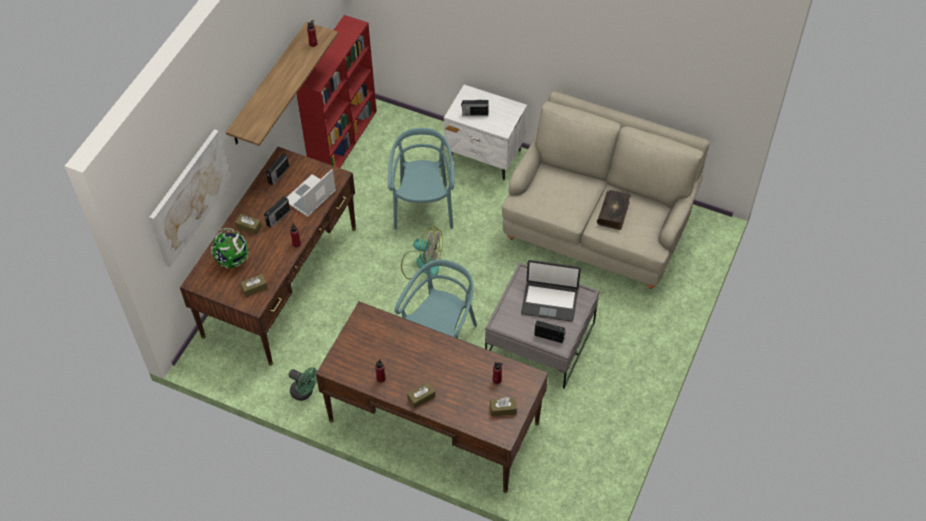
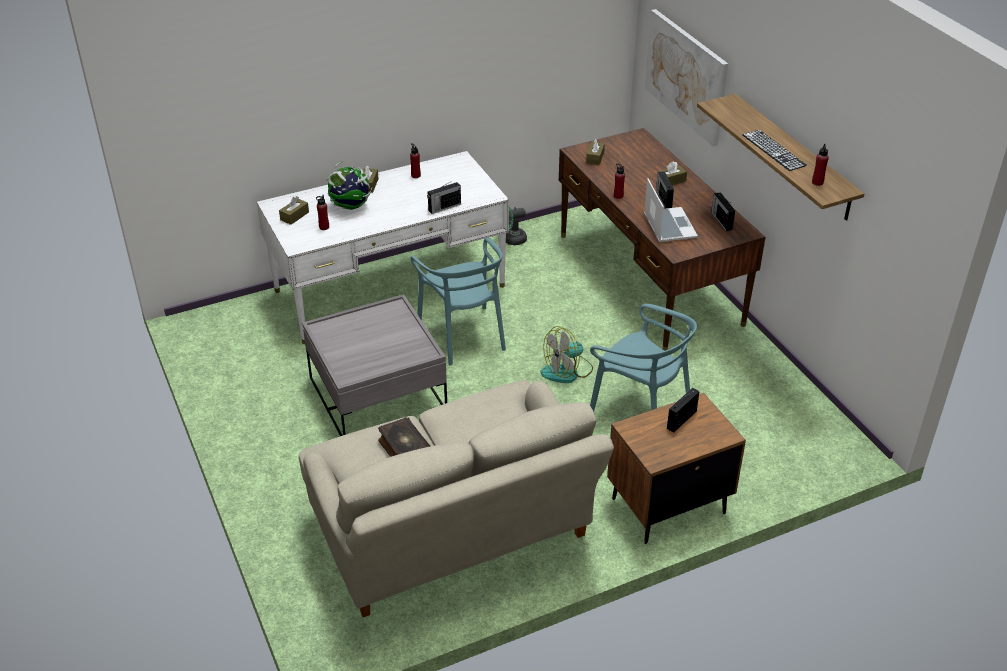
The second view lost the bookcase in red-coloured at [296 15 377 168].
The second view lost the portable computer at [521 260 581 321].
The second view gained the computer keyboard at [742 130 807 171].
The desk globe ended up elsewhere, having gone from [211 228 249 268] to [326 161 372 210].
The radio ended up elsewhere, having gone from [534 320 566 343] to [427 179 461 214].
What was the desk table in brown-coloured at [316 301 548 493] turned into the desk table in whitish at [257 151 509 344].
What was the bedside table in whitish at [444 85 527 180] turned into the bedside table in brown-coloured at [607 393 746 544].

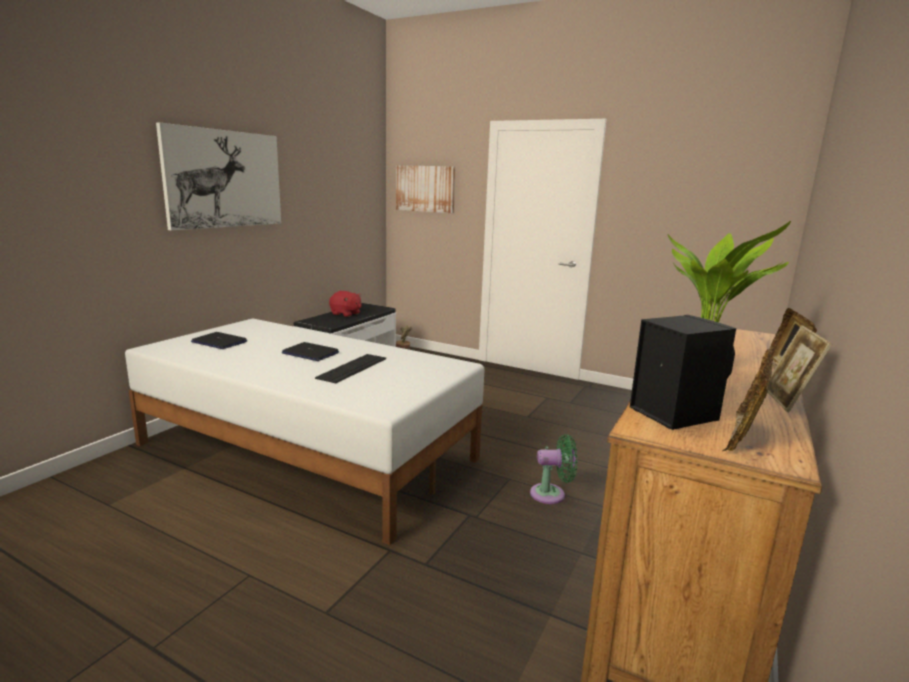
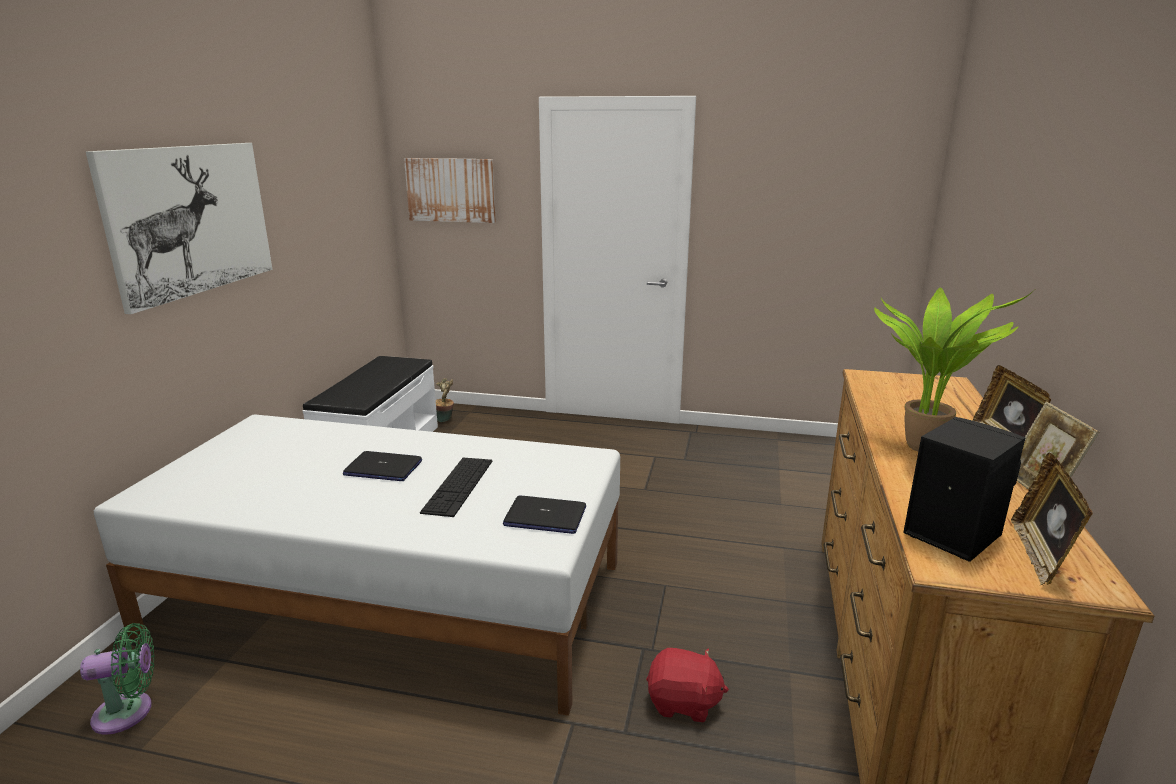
The portable computer ended up elsewhere, having gone from [191 332 247 349] to [503 496 586 534].
The plush toy in red-coloured ended up elsewhere, having gone from [329 291 362 317] to [646 648 729 722].
The cooling fan in green ended up elsewhere, having gone from [530 434 577 504] to [80 623 155 735].

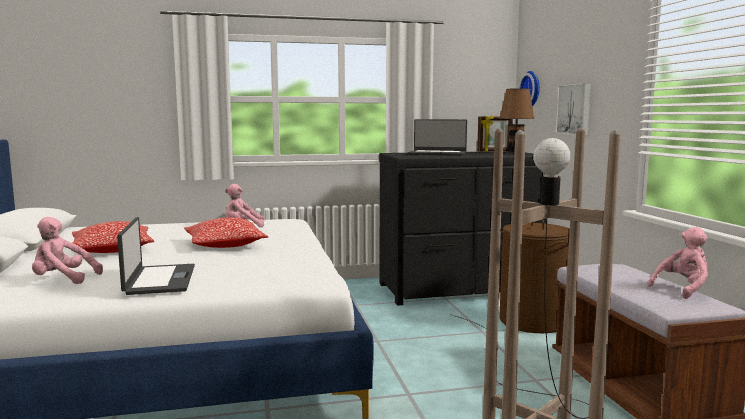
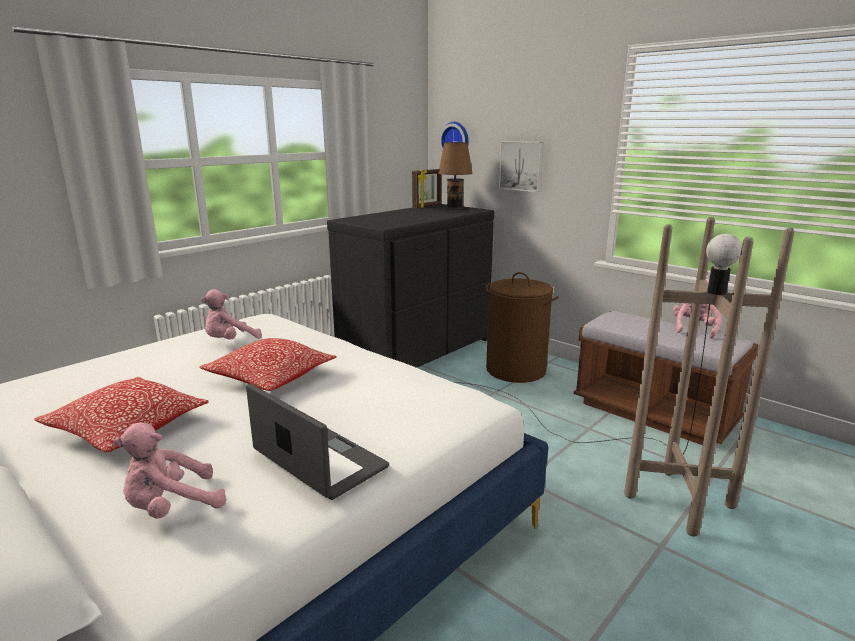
The second view lost the portable computer at [407 119 467 156].

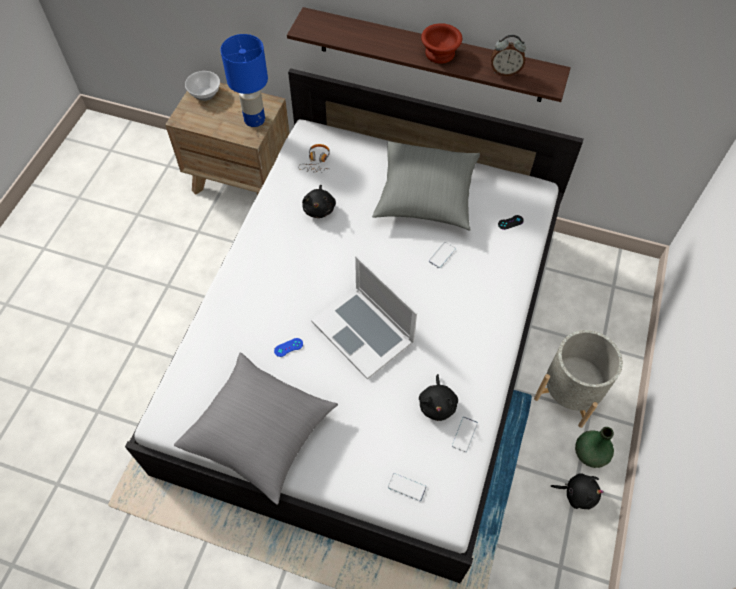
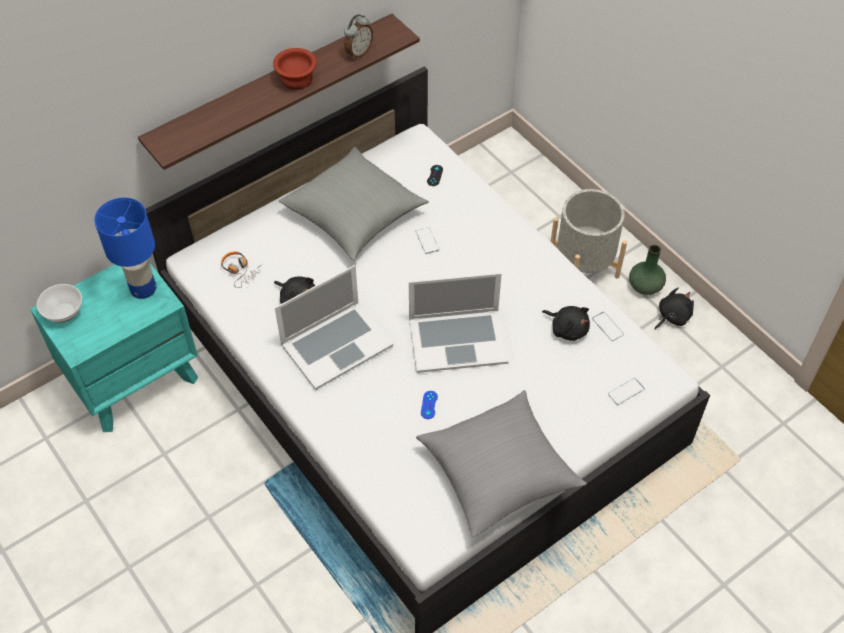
The second view gained the portable computer at [275 265 393 390].
What was the bedside table in brown-coloured at [165 83 290 195] turned into the bedside table in turquoise-coloured at [30 262 198 432].

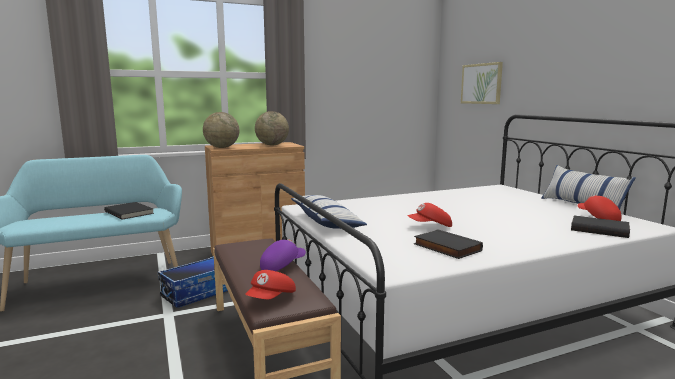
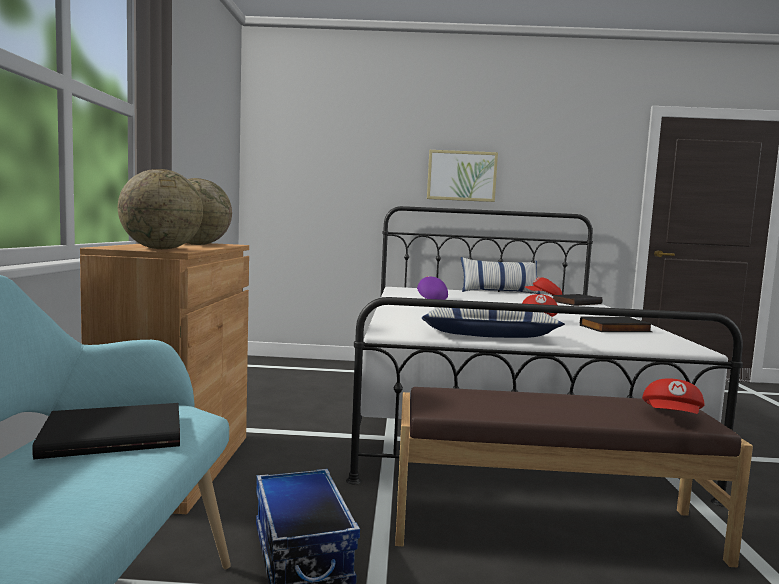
The baseball cap in purple ended up elsewhere, having gone from [260 239 306 271] to [417 276 448 300].
The wall picture ended up elsewhere, having gone from [461 62 503 104] to [427 150 498 202].
The baseball cap in red-coloured at [245 270 296 299] ended up facing another way, 60 degrees clockwise from before.

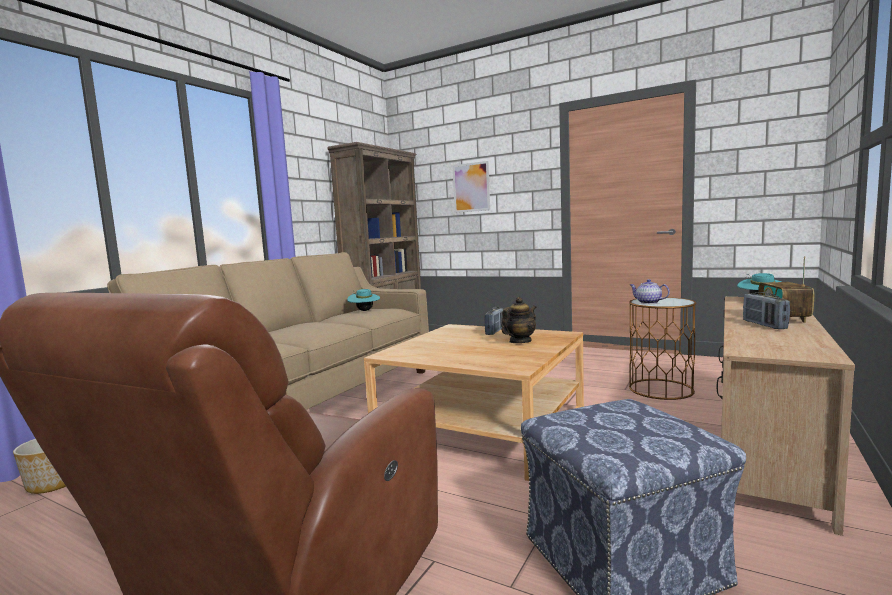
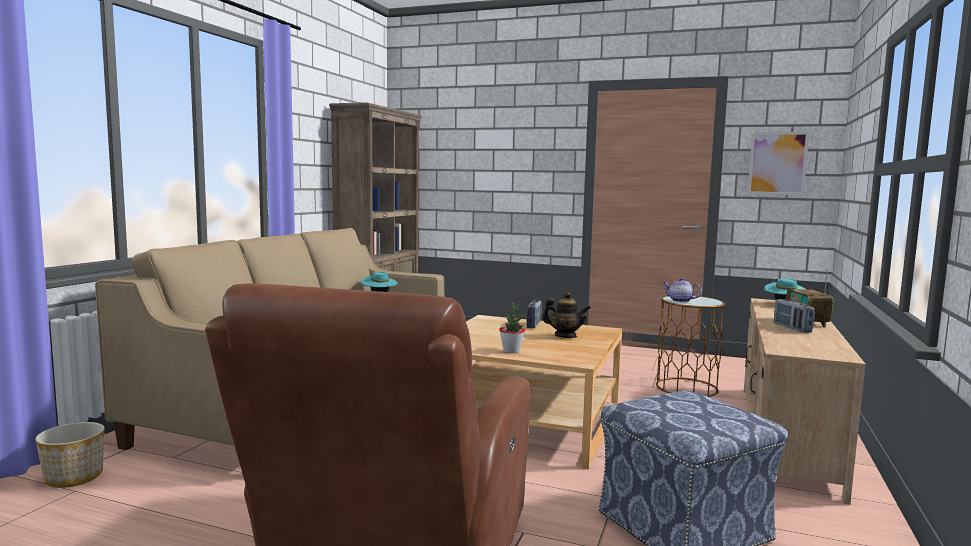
The second view gained the houseplant at [499 302 525 353].
The wall picture ended up elsewhere, having gone from [452 161 490 213] to [747 132 809 195].
The tea pot at [502 297 537 343] ended up facing another way, 75 degrees clockwise from before.

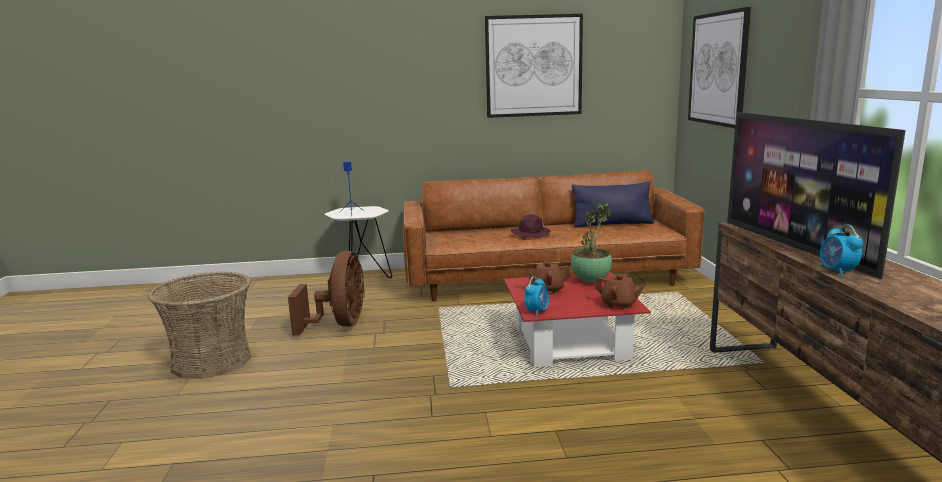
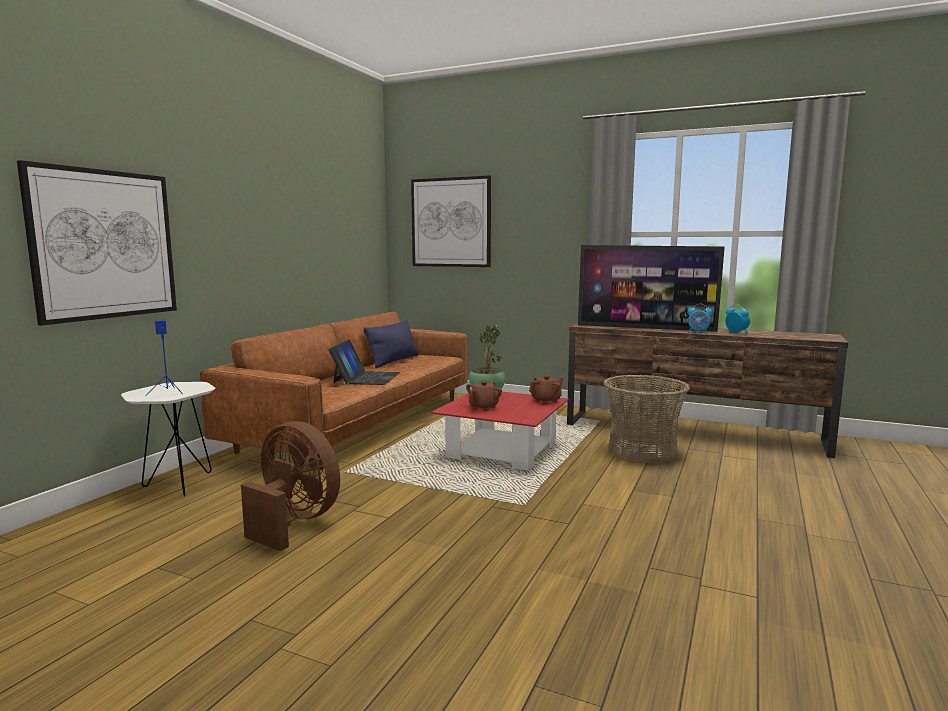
The storage basket ended up elsewhere, having gone from [148 271 251 379] to [603 375 690 463].
The wall picture ended up elsewhere, having gone from [485 14 583 118] to [17 160 177 325].
The alarm clock ended up elsewhere, having gone from [525 276 549 316] to [725 304 750 334].
Where the clothing hat in purple stood at [511 214 551 239], the portable computer came to stand at [328 339 400 385].

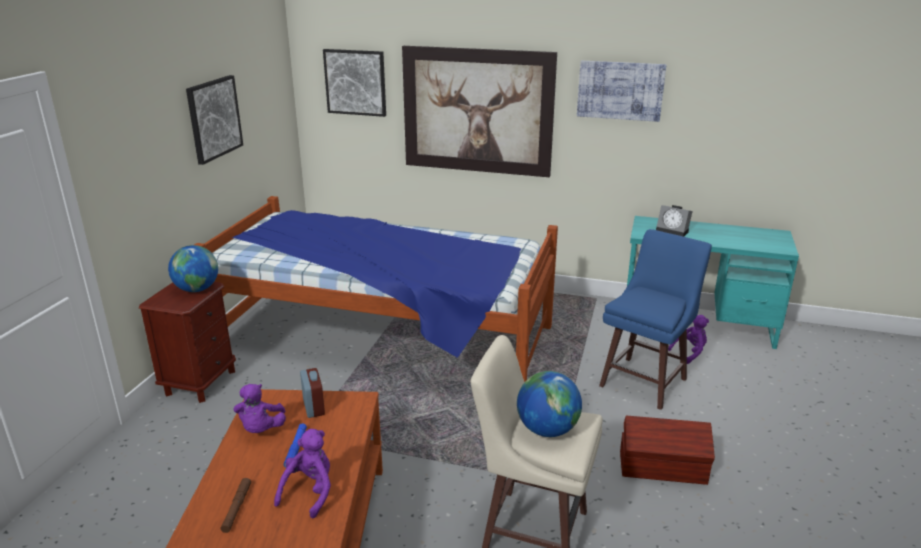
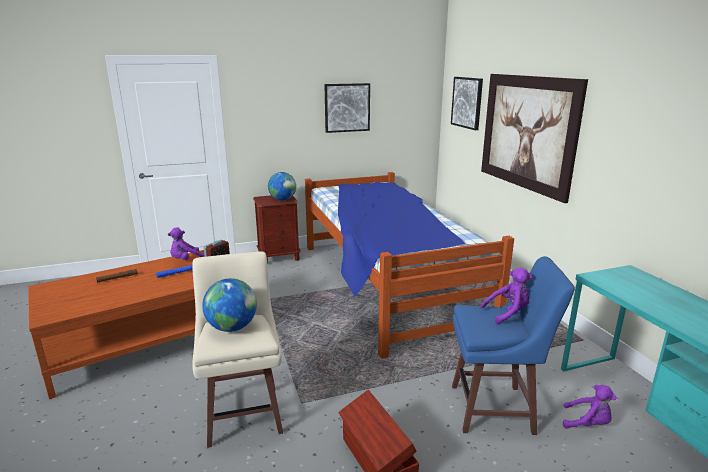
The second view lost the wall picture at [577 61 666 122].
The second view lost the alarm clock at [656 205 693 237].
The plush toy in purple ended up elsewhere, having gone from [274 429 331 518] to [480 268 533 324].

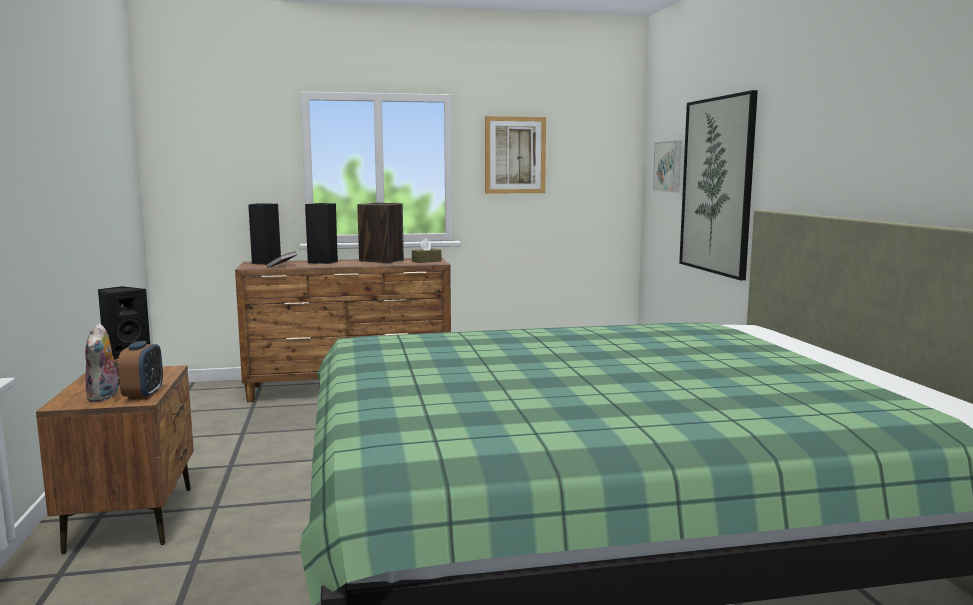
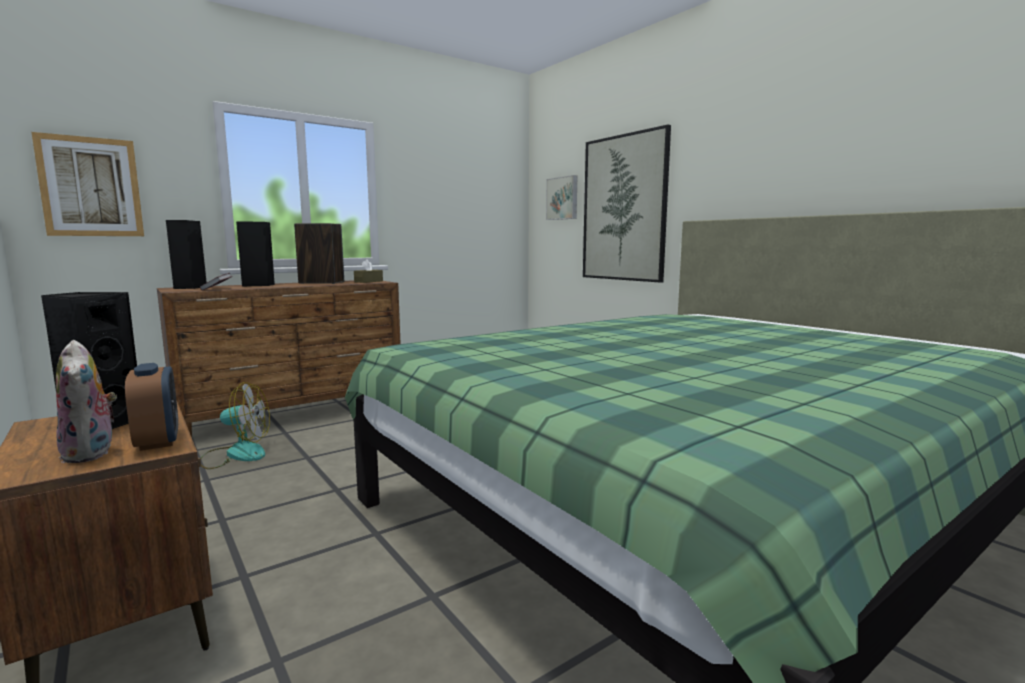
The second view gained the cooling fan at [201 382 270 469].
The wall picture ended up elsewhere, having gone from [485 116 546 194] to [31 132 144 236].

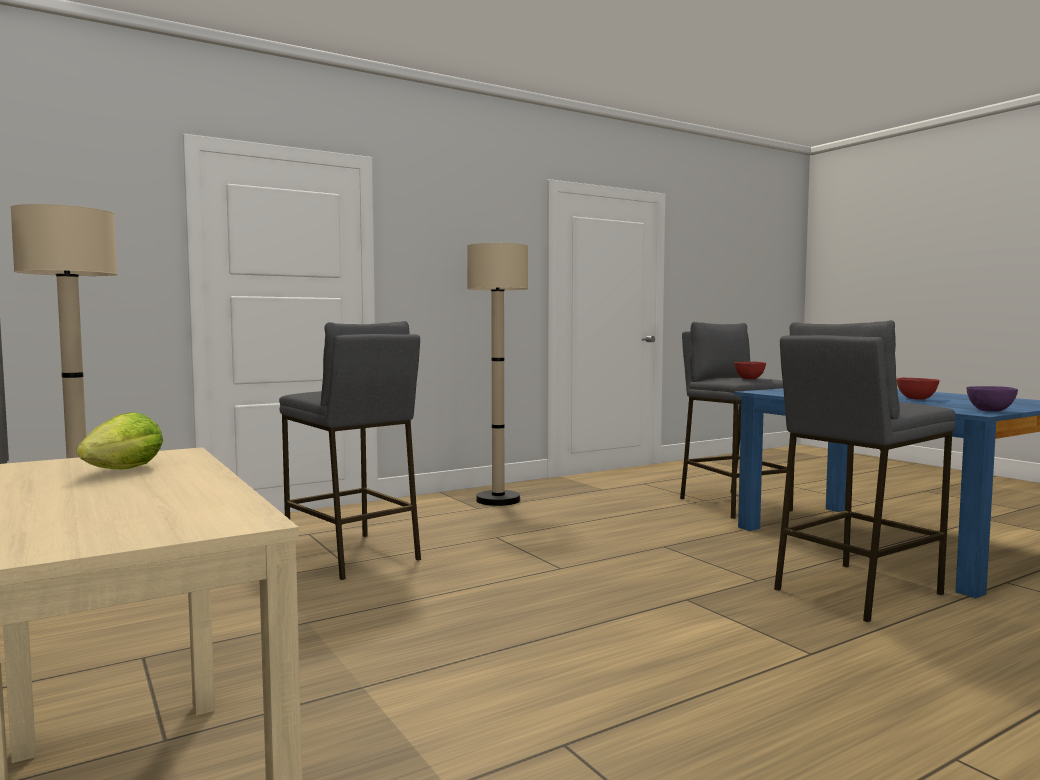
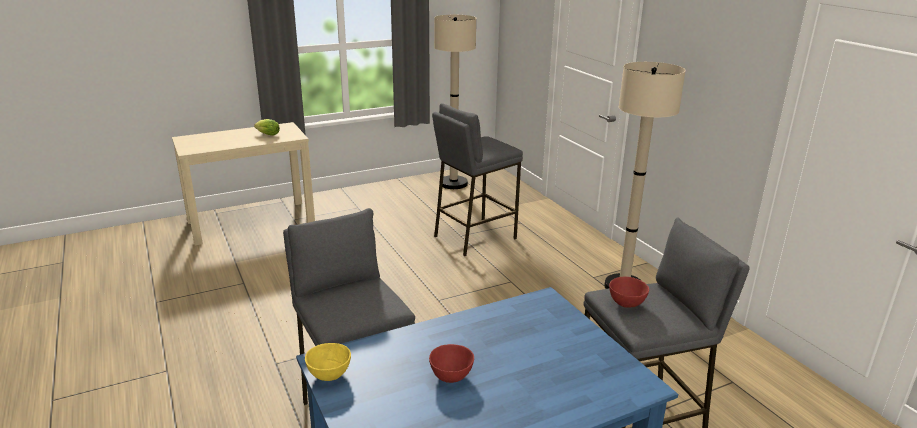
What was the bowl in purple at [967 386 1018 412] turned into the bowl in yellow-coloured at [305 343 351 381].

